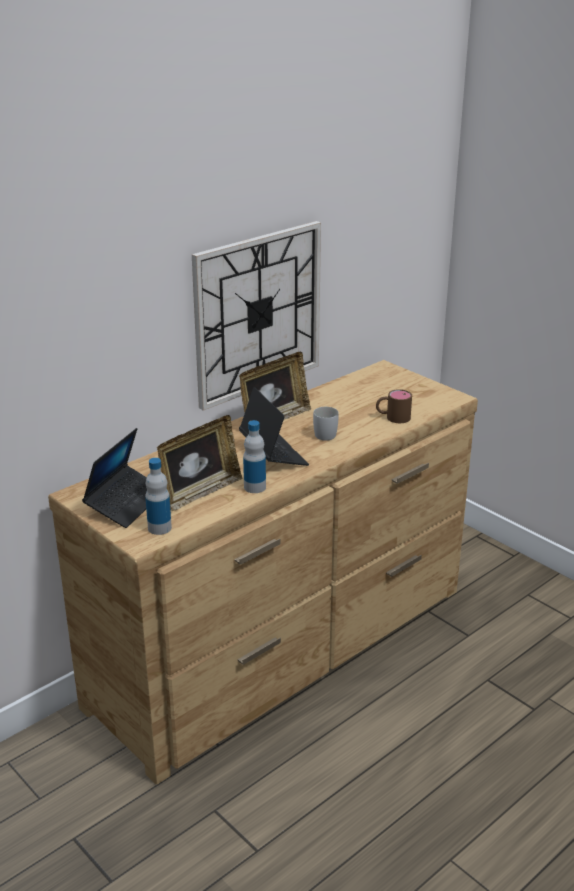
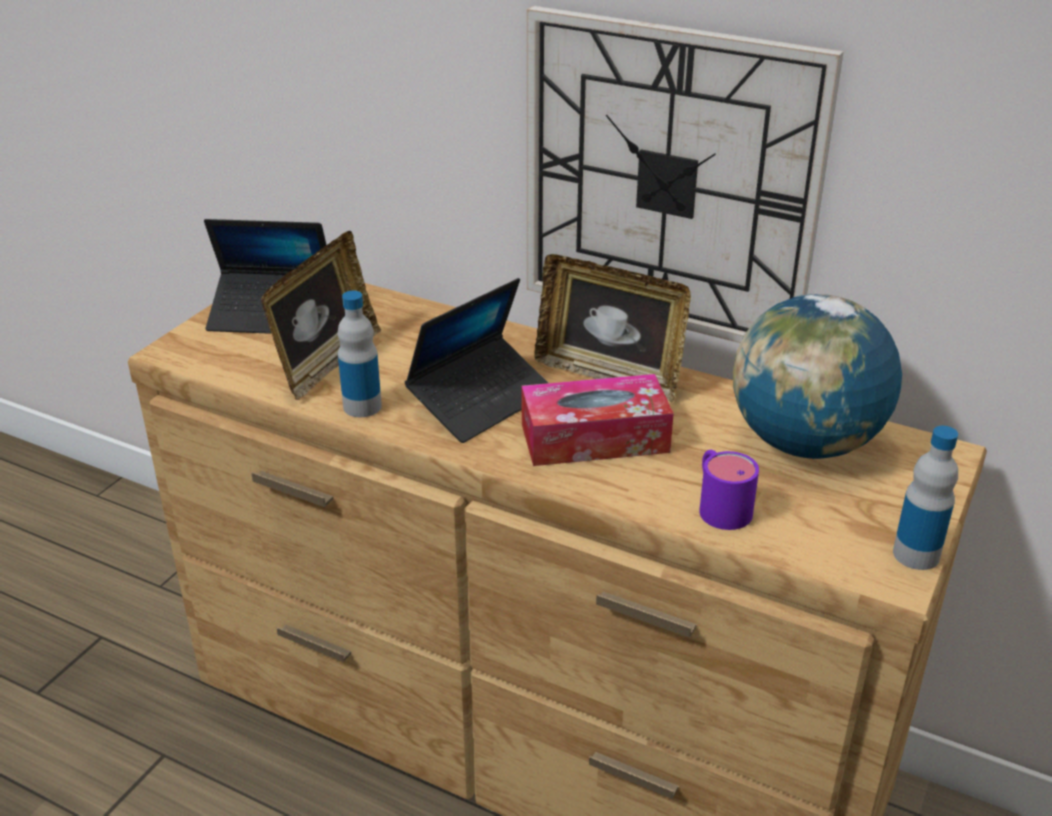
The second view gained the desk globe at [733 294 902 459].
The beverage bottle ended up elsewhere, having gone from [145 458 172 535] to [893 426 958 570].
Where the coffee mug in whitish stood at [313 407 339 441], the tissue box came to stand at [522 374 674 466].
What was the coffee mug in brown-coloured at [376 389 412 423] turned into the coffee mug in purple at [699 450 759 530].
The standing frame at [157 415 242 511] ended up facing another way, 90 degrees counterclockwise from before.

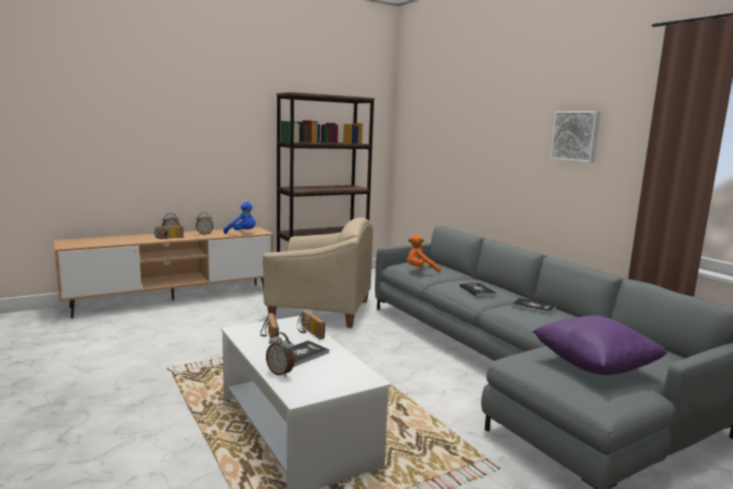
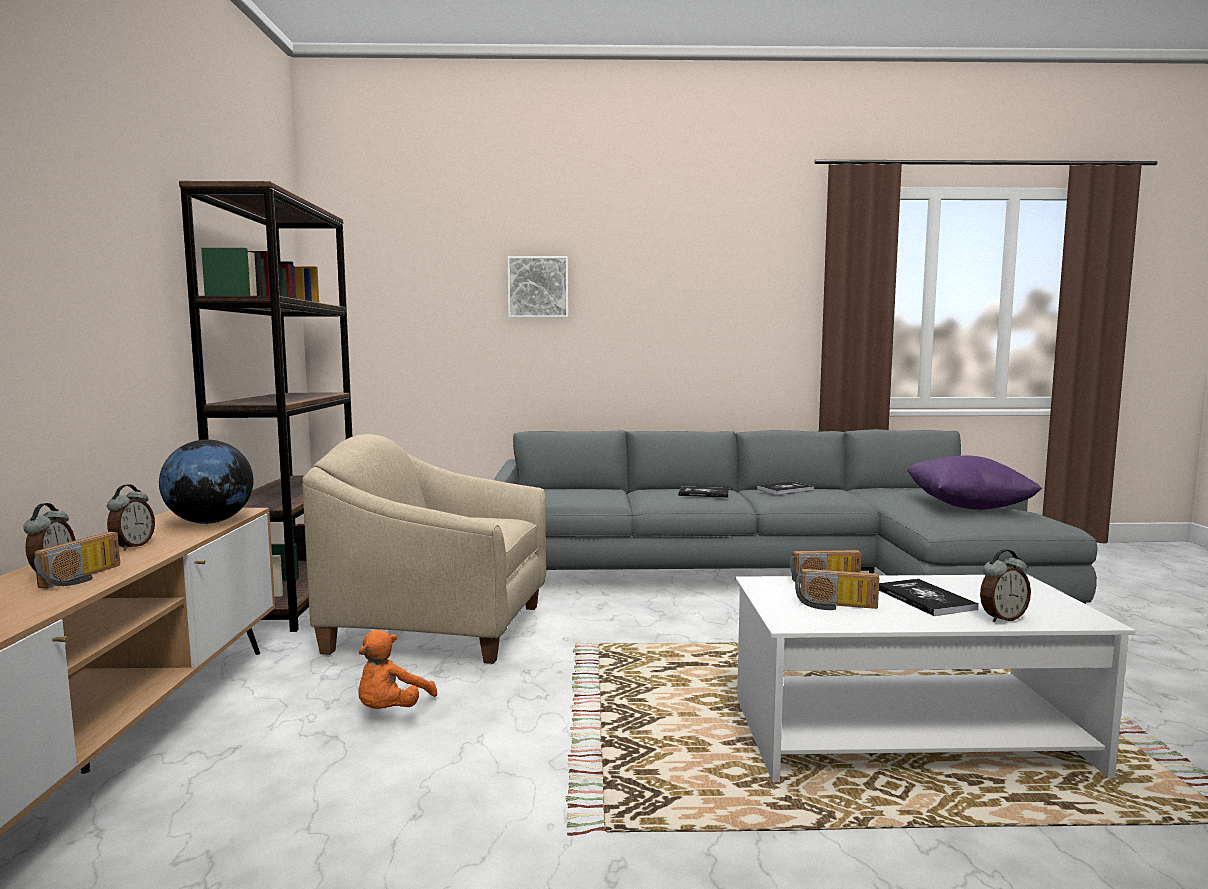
The plush toy in orange ended up elsewhere, having gone from [407 235 441 272] to [359 630 437 709].
The wall picture ended up elsewhere, having gone from [550 111 600 163] to [507 256 568 318].
Where the plush toy in blue-coloured stood at [224 202 255 234], the desk globe came to stand at [159 440 253 524].
The armchair in beige-coloured at [263 218 373 328] ended up facing another way, 120 degrees counterclockwise from before.

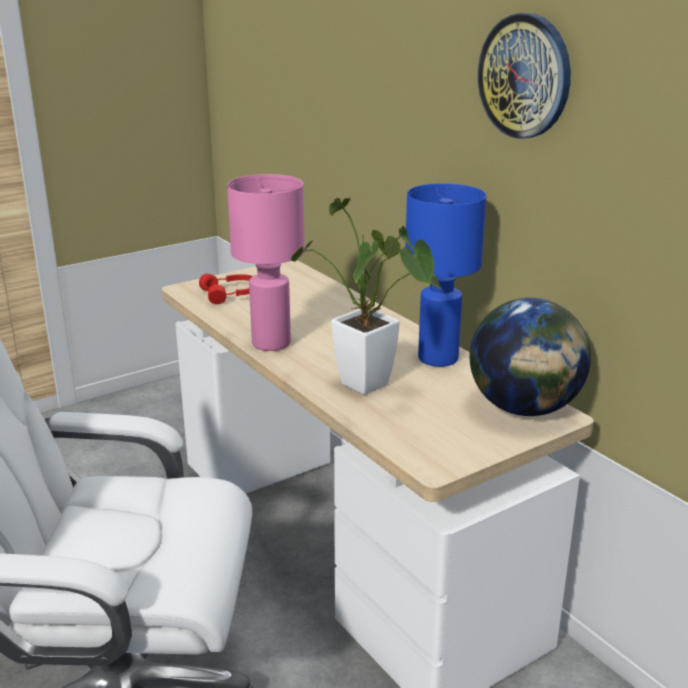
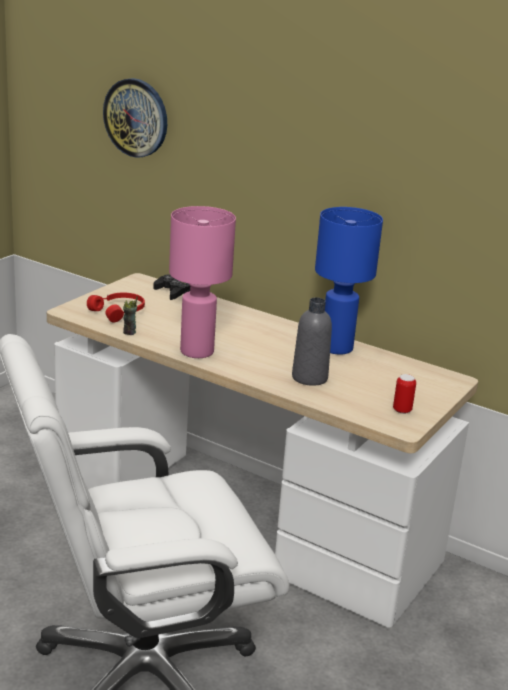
The second view lost the desk globe at [470 298 591 416].
The second view gained the drinking cup at [123 296 138 335].
The second view gained the game controller in black at [153 274 190 300].
The second view gained the metal can at [393 374 416 414].
The clock on the wall ended up elsewhere, having gone from [478 13 571 139] to [103 78 167 157].
Where the houseplant stood at [291 198 443 395], the beverage bottle in gray came to stand at [292 297 332 386].

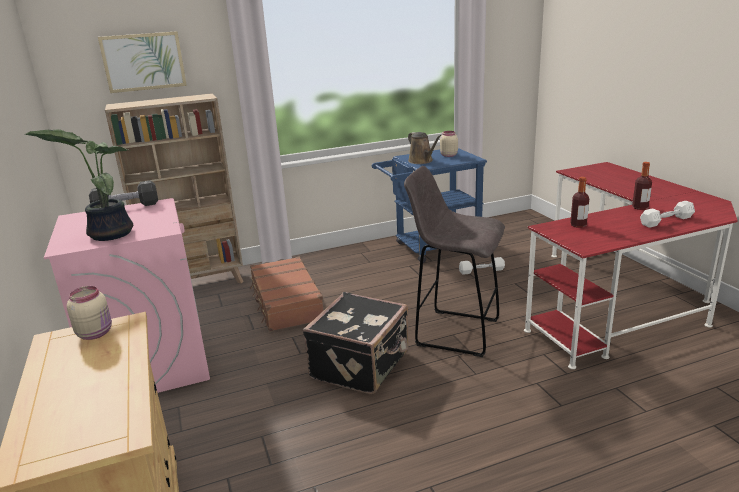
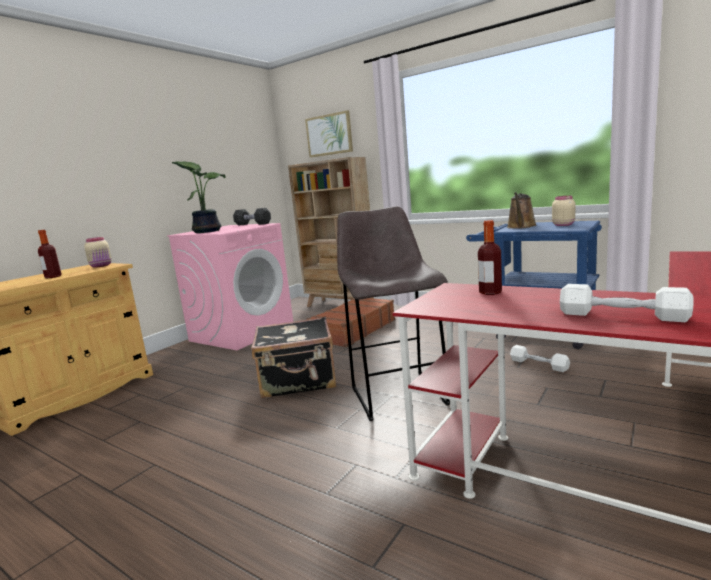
The beverage bottle ended up elsewhere, having gone from [632 162 652 210] to [38 230 62 278].

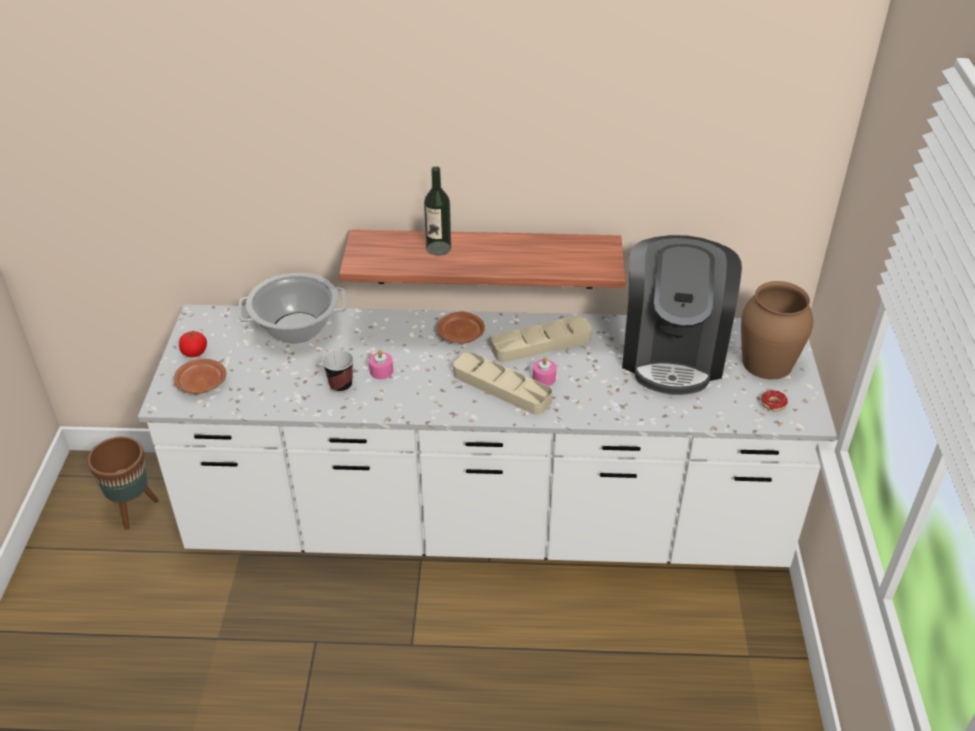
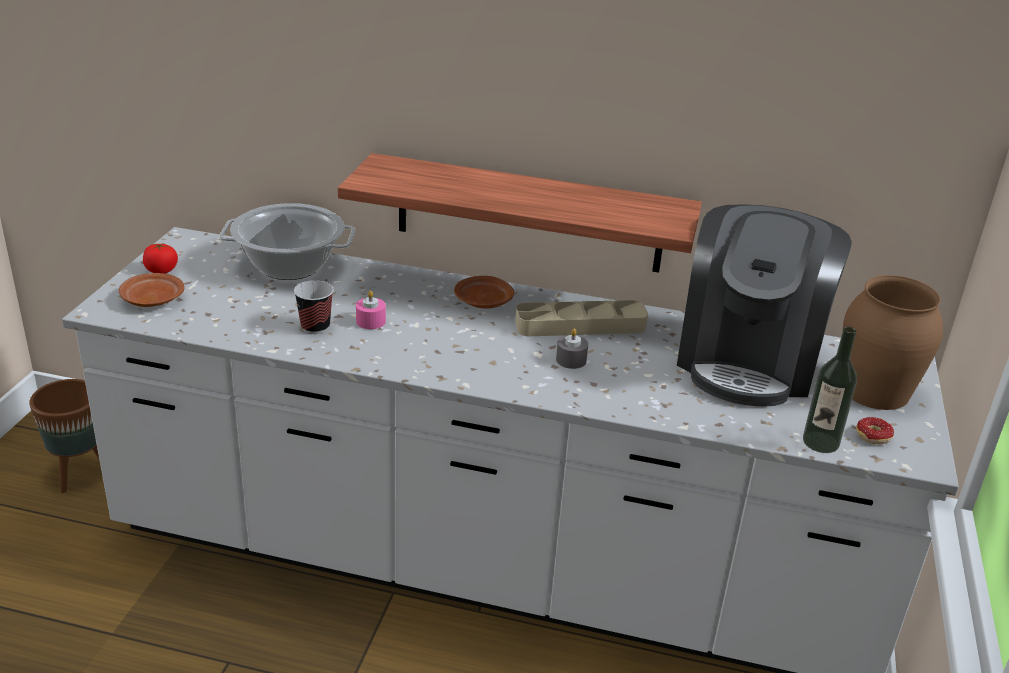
The second view lost the serving tray in beige-coloured at [453 352 552 415].
The beverage bottle ended up elsewhere, having gone from [424 166 451 256] to [803 327 857 453].
What was the wax candle in pinkish at [532 357 556 386] turned into the wax candle in gray at [556 329 588 369].

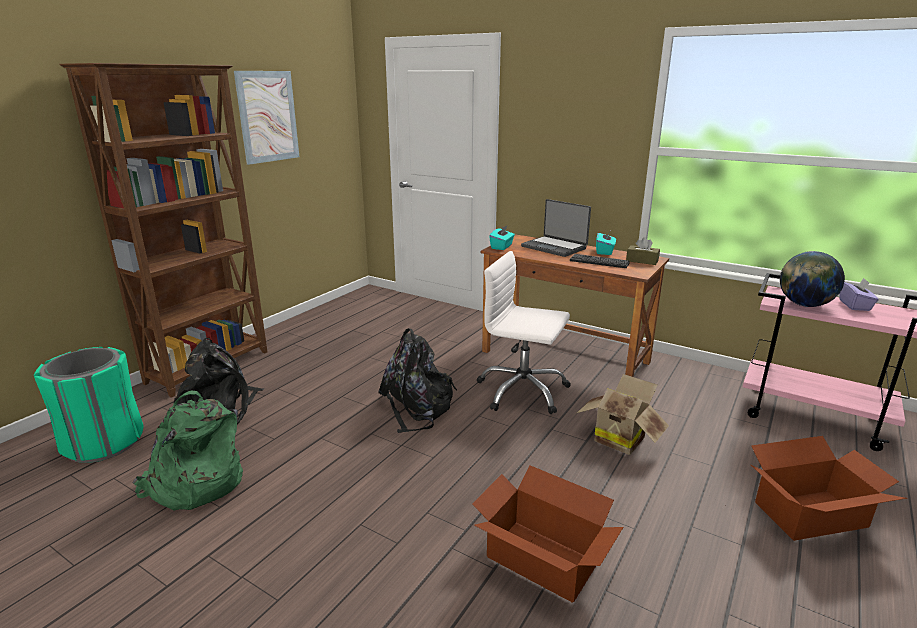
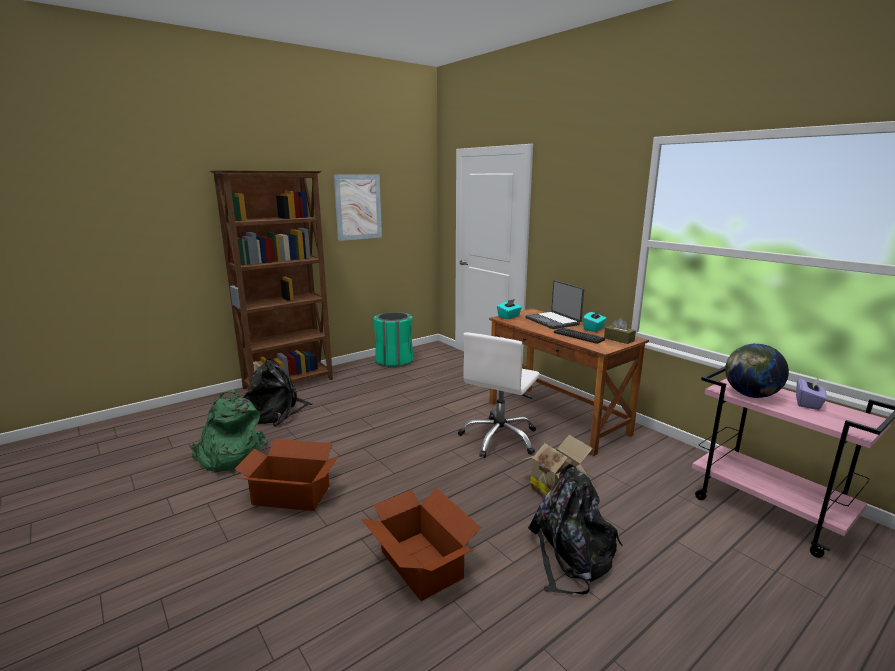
The rubbish bin in green ended up elsewhere, having gone from [34 347 144 463] to [373 312 413 368].
The rucksack in black ended up elsewhere, having gone from [378 328 457 433] to [528 464 623 594].
The cardboard box ended up elsewhere, having gone from [751 436 907 541] to [235 439 339 511].
The computer chair in whitish at [477 251 571 414] ended up facing another way, 105 degrees counterclockwise from before.

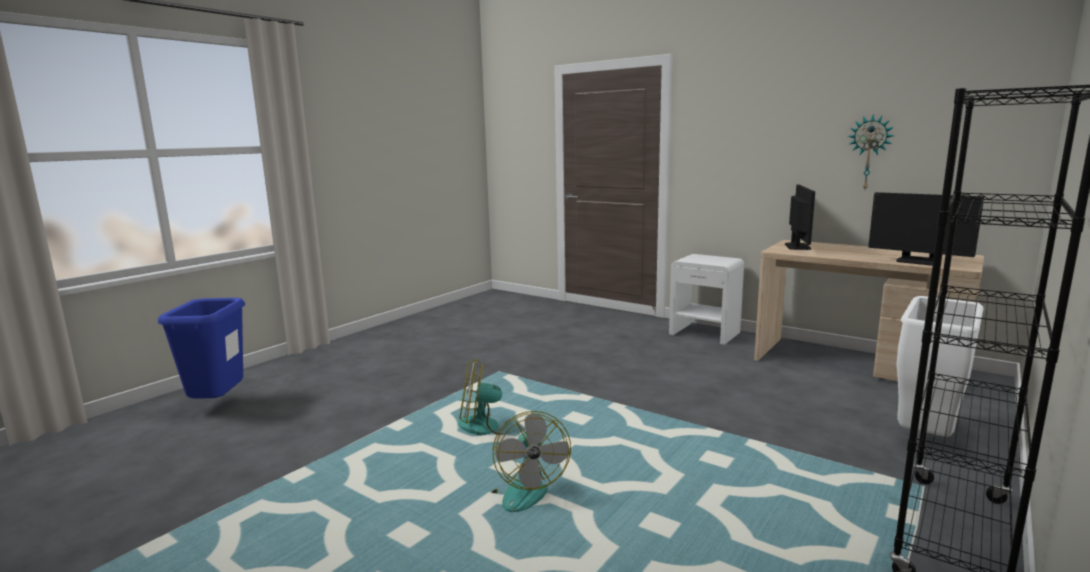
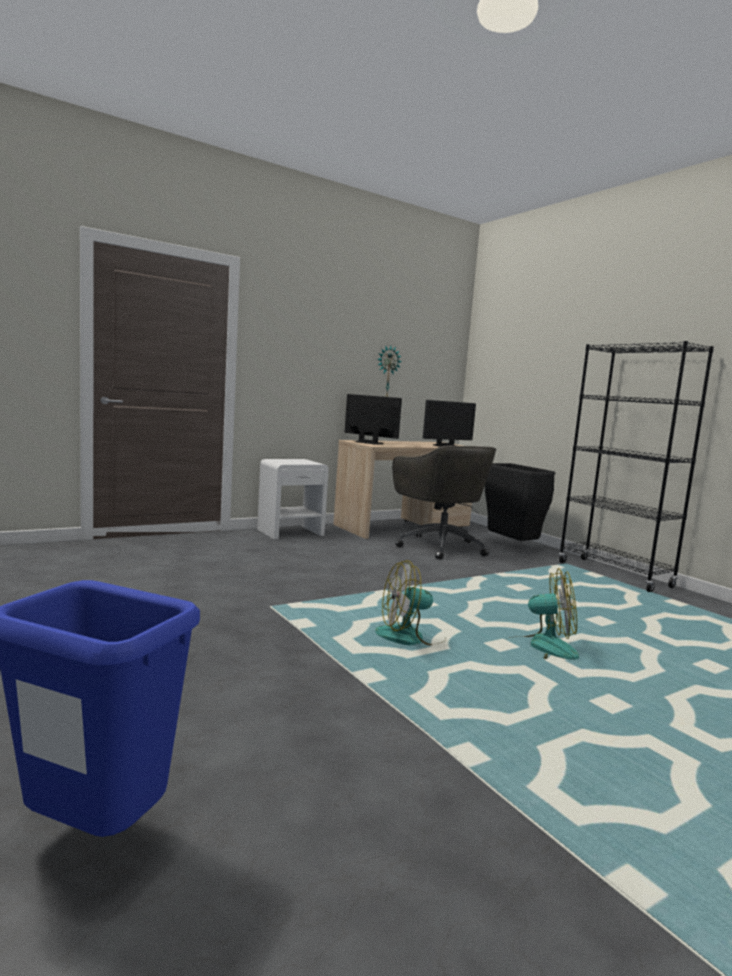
The second view gained the computer chair in gray at [392 446 496 560].
What was the rubbish bin in whitish at [897 296 983 437] turned into the rubbish bin in black at [485 463 556 541].
The cooling fan at [458 359 516 435] ended up facing another way, 60 degrees clockwise from before.

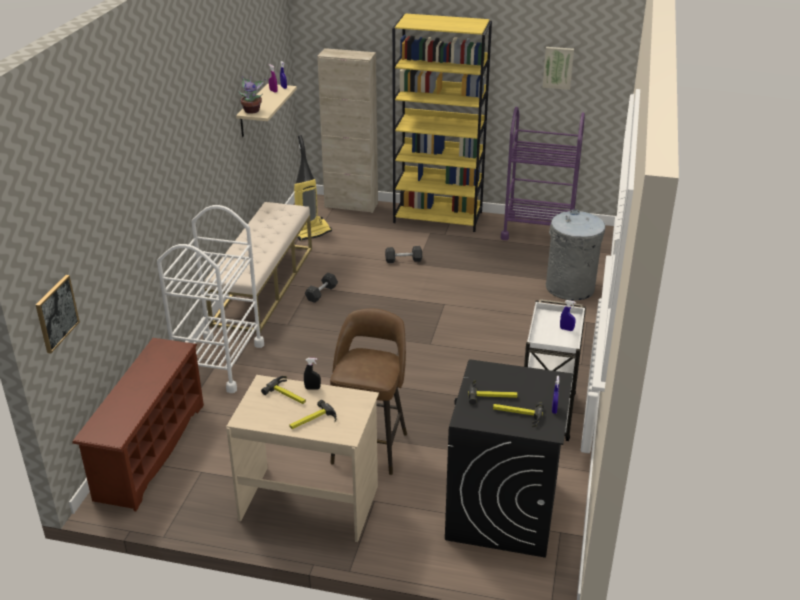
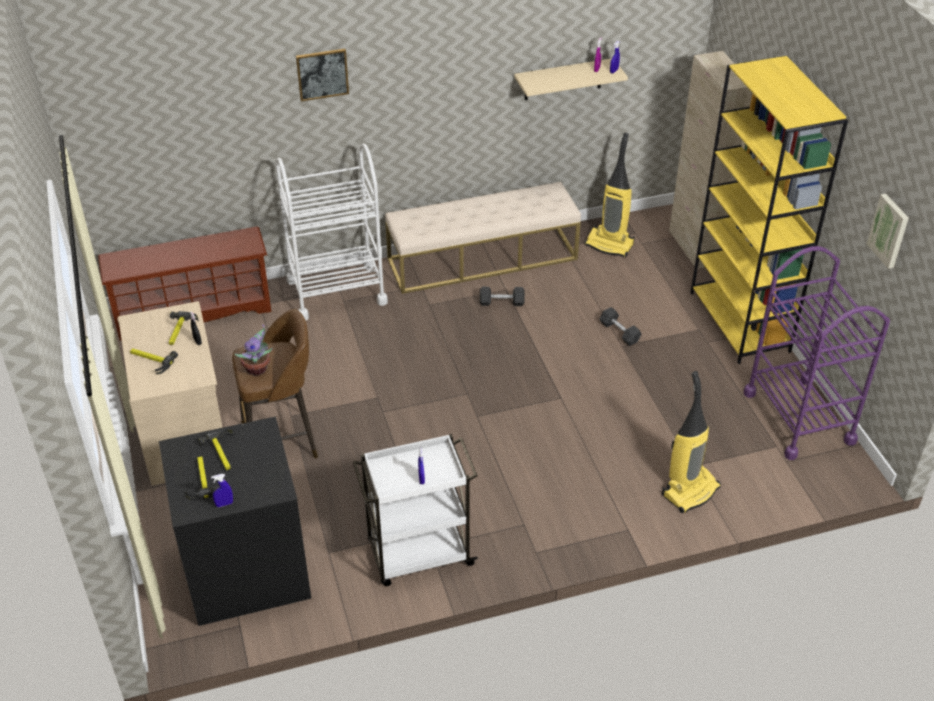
The wall picture ended up elsewhere, having gone from [36 275 80 354] to [296 49 349 102].
The houseplant ended up elsewhere, having gone from [238 76 266 114] to [234 324 272 375].
Where the rubbish bin in gray stood at [546 209 605 301], the vacuum came to stand at [662 371 721 513].

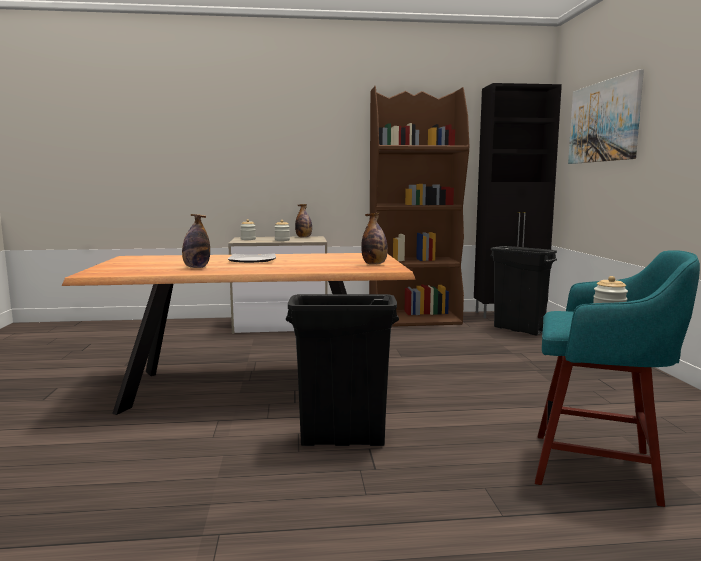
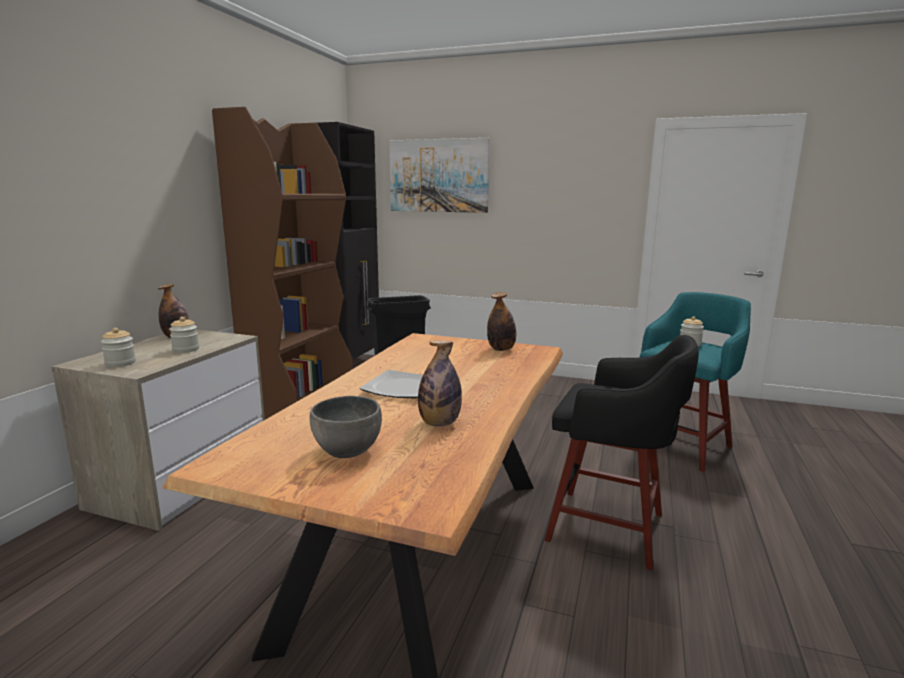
The second view gained the bowl in gray at [310 396 382 458].
Where the rubbish bin in black stood at [286 294 399 446], the sitting stool in black came to stand at [545 335 699 570].

